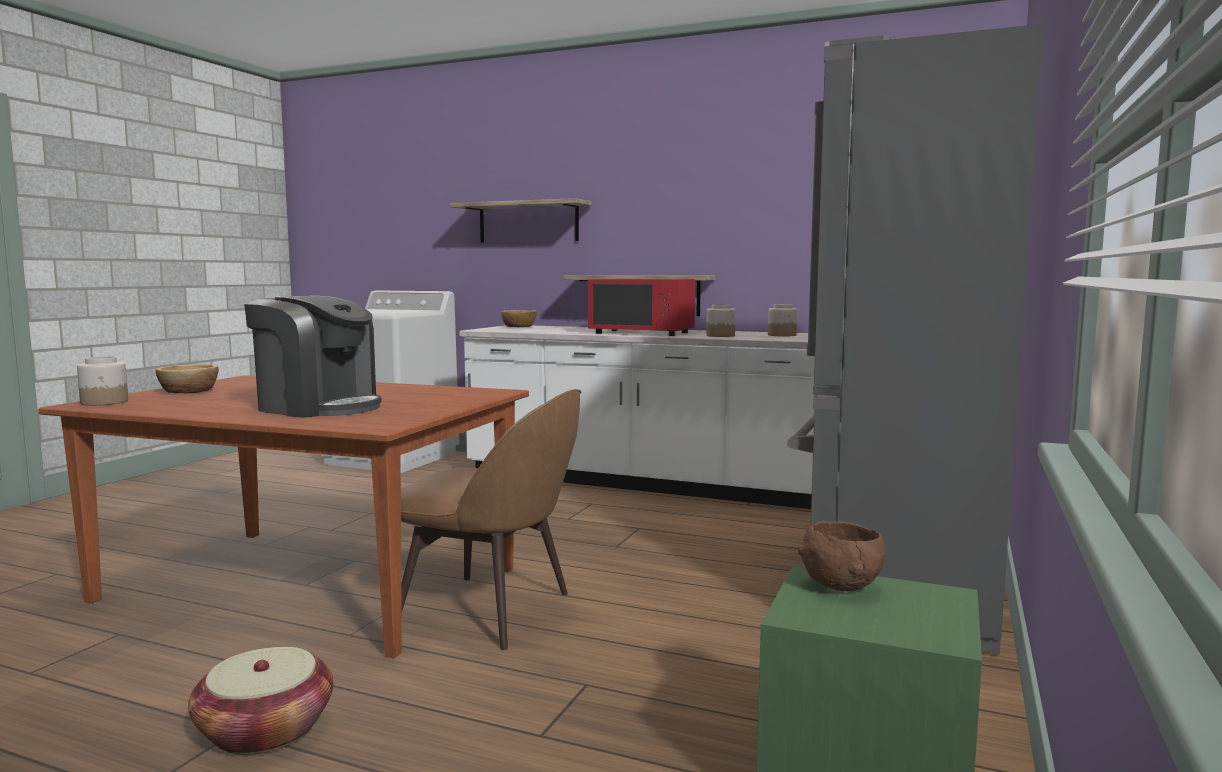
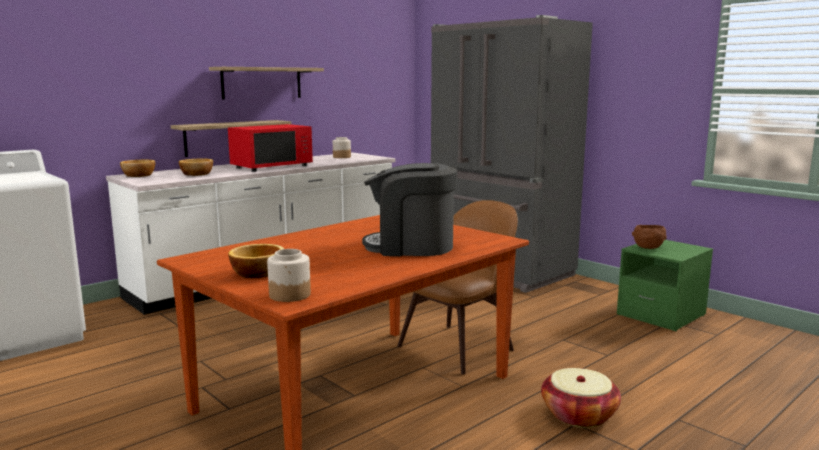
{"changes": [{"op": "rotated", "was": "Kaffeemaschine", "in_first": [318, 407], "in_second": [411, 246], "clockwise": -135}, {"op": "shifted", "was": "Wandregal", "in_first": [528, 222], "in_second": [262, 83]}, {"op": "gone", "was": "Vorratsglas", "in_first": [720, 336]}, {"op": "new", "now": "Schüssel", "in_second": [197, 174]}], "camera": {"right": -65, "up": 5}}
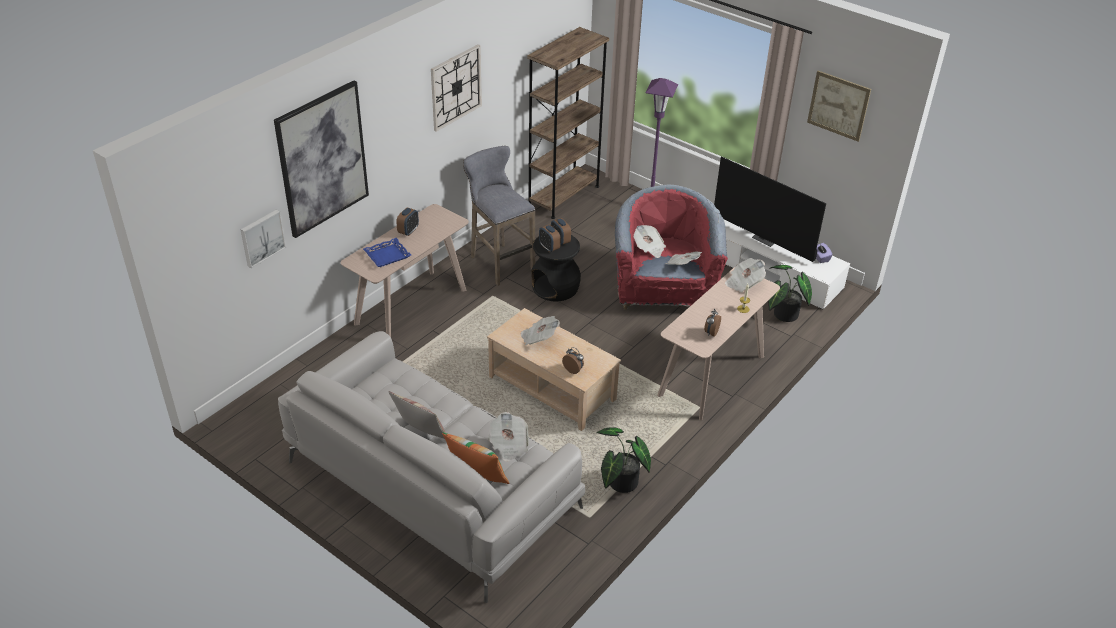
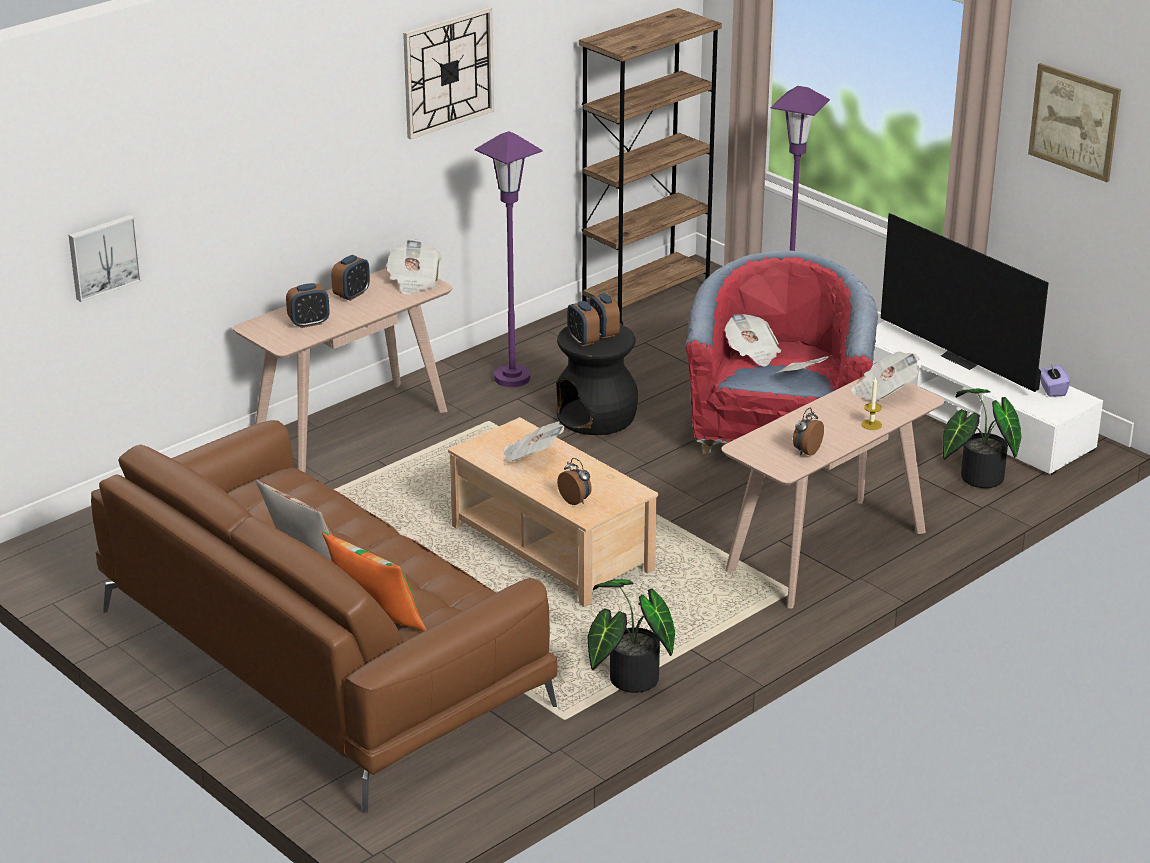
{"changes": [{"op": "gone", "was": "Bild", "in_first": [322, 159]}, {"op": "repainted", "was": "Sofa (grau)", "now": "Sofa (braun)", "in_first": [431, 484], "in_second": [319, 656]}, {"op": "swapped", "was": "Tablett (blau)", "now": "Wecker", "in_first": [387, 255], "in_second": [309, 323]}, {"op": "swapped", "was": "Hocker (grau)", "now": "Stehlampe (lila)", "in_first": [499, 262], "in_second": [512, 378]}, {"op": "shifted", "was": "Zeitung", "in_first": [509, 445], "in_second": [414, 282]}], "camera": {"right": 10, "up": -10}}
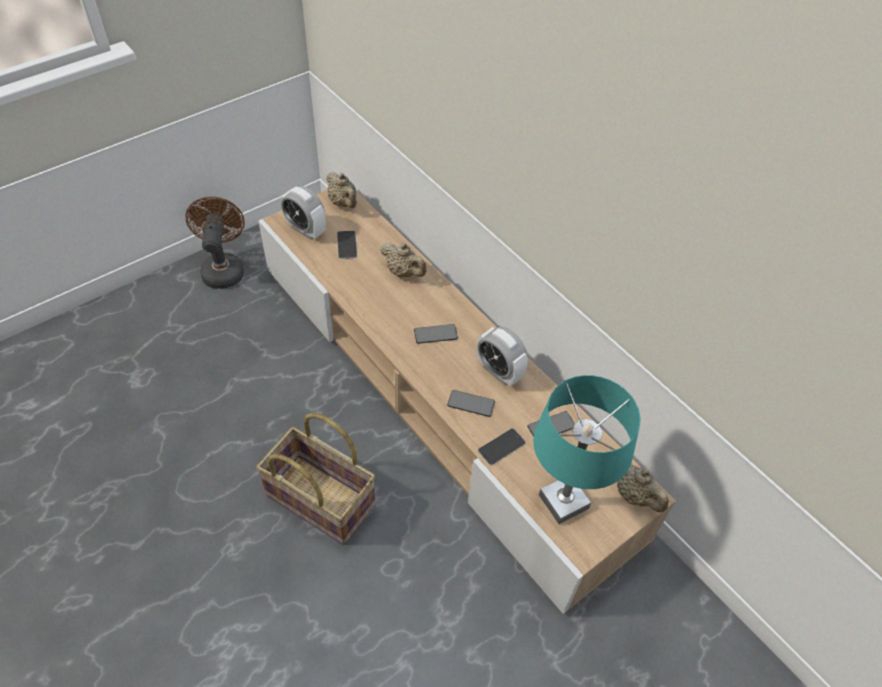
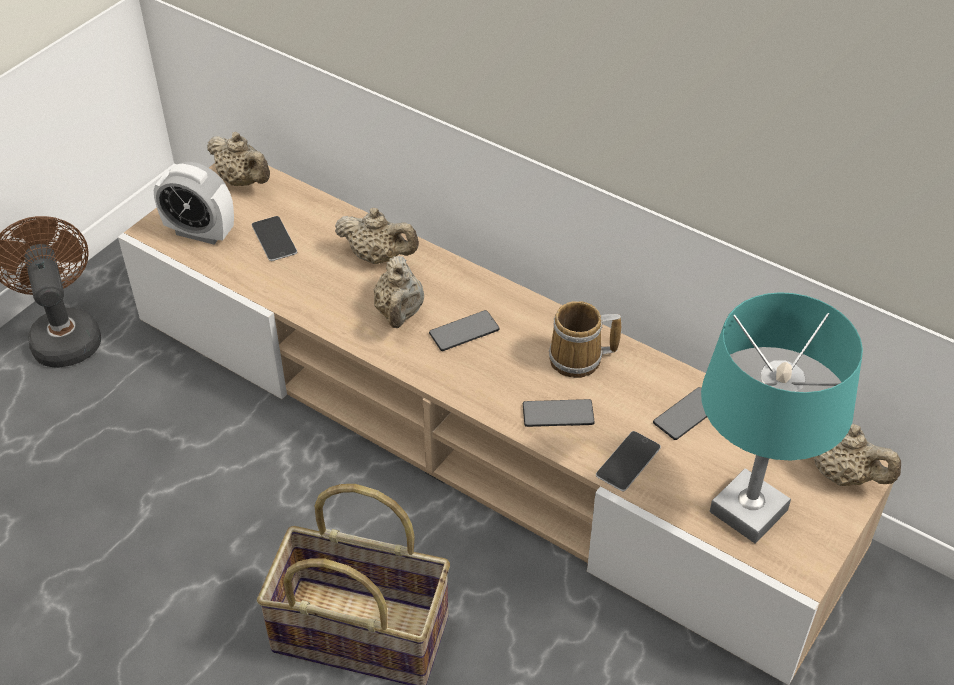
{"changes": [{"op": "swapped", "was": "Wecker", "now": "Henkelbecher", "in_first": [499, 372], "in_second": [579, 359]}, {"op": "new", "now": "Teekanne (beige)", "in_second": [399, 313]}], "camera": {"right": -15, "up": -5}}
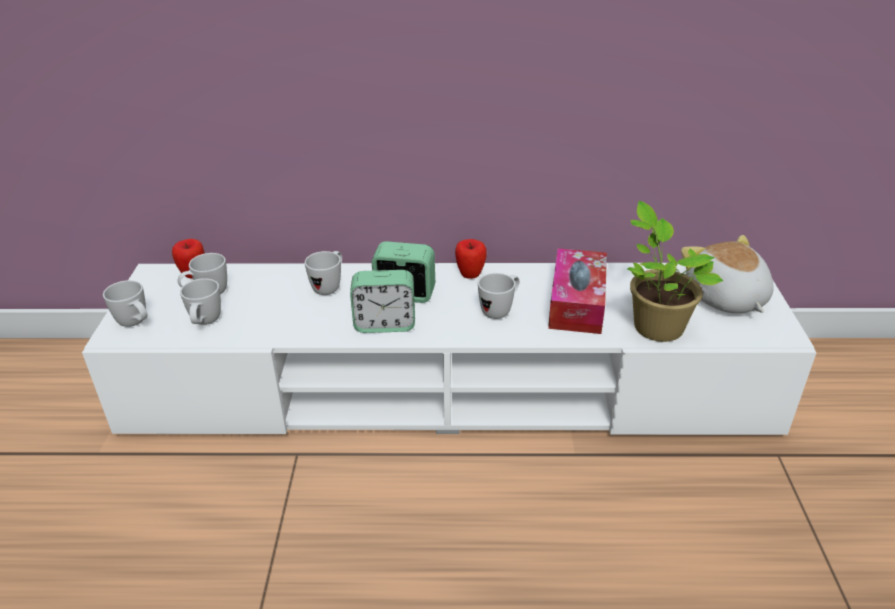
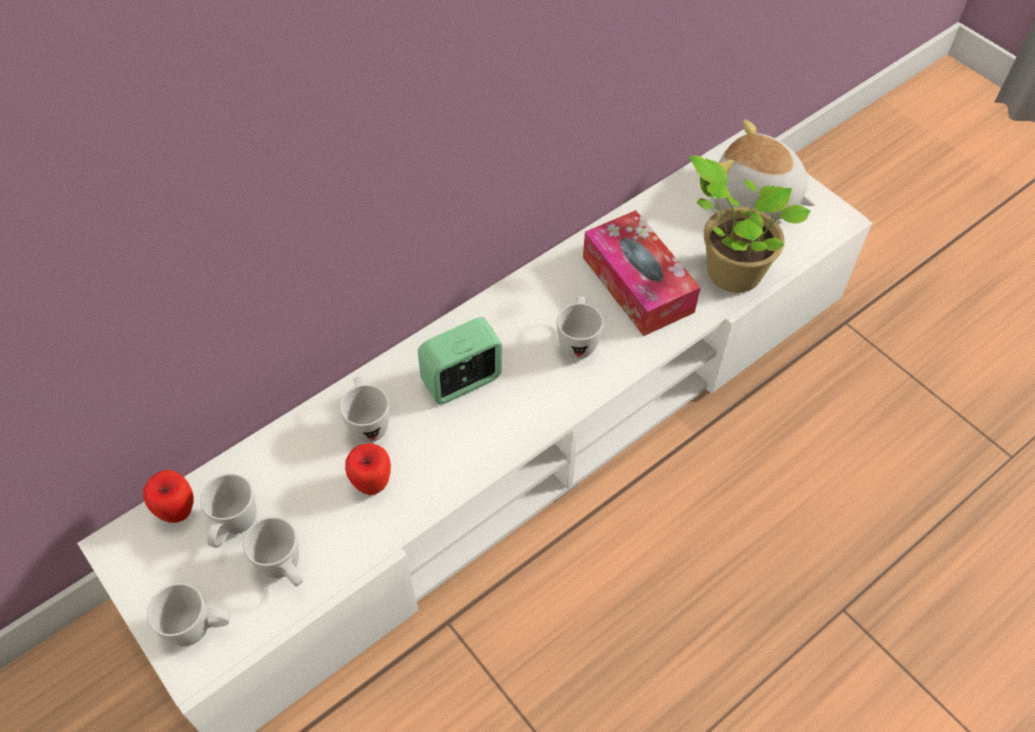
{"changes": [{"op": "gone", "was": "Wecker", "in_first": [385, 324]}, {"op": "shifted", "was": "Apfel", "in_first": [470, 274], "in_second": [372, 484]}], "camera": {"right": -40, "up": 20}}
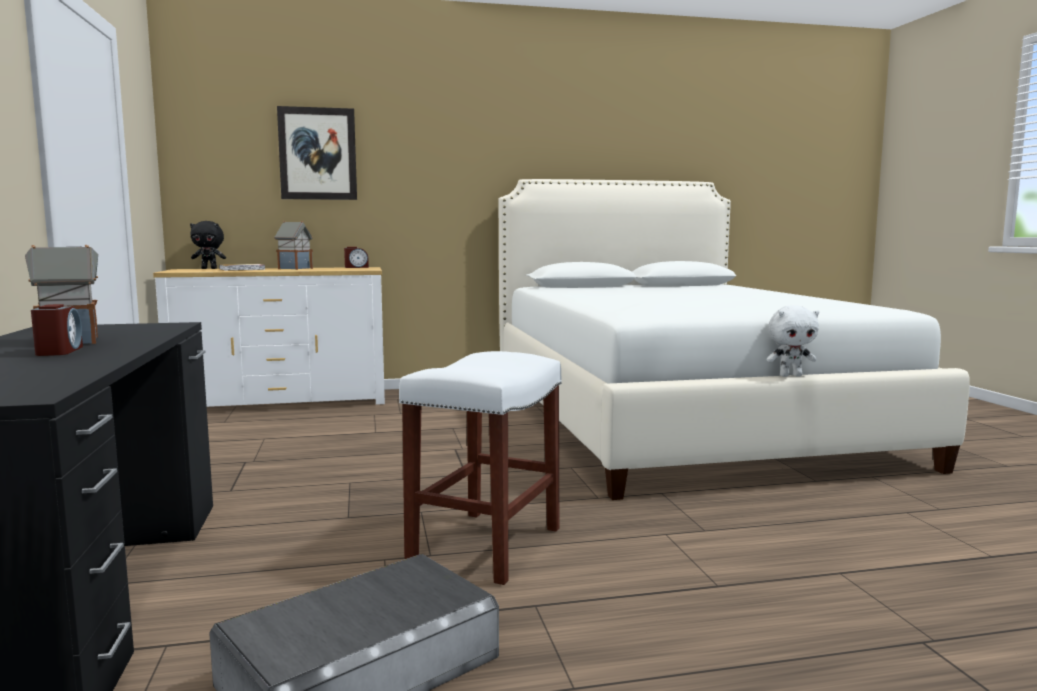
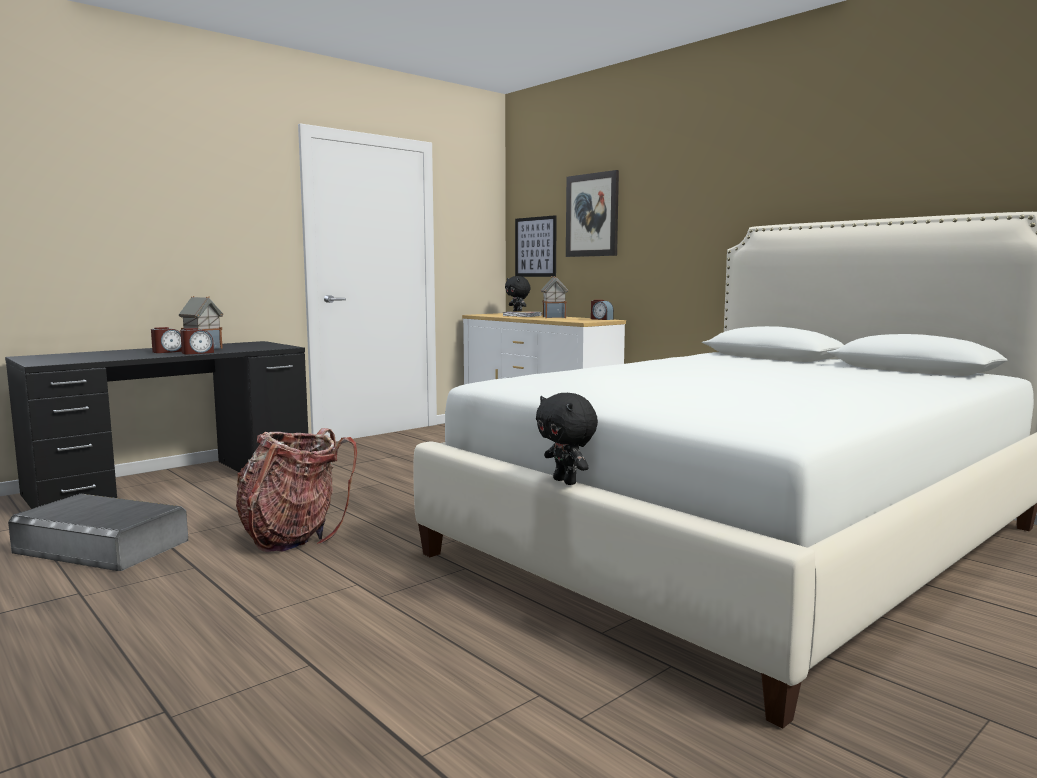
{"changes": [{"op": "swapped", "was": "Hocker (weiß)", "now": "Rucksack", "in_first": [486, 544], "in_second": [292, 536]}, {"op": "repainted", "was": "Plüschtier (weiß)", "now": "Plüschtier (schwarz)", "in_first": [790, 375], "in_second": [566, 482]}, {"op": "new", "now": "Wecker", "in_second": [197, 353]}, {"op": "new", "now": "Bild", "in_second": [535, 247]}], "camera": {"right": 60, "up": 0}}
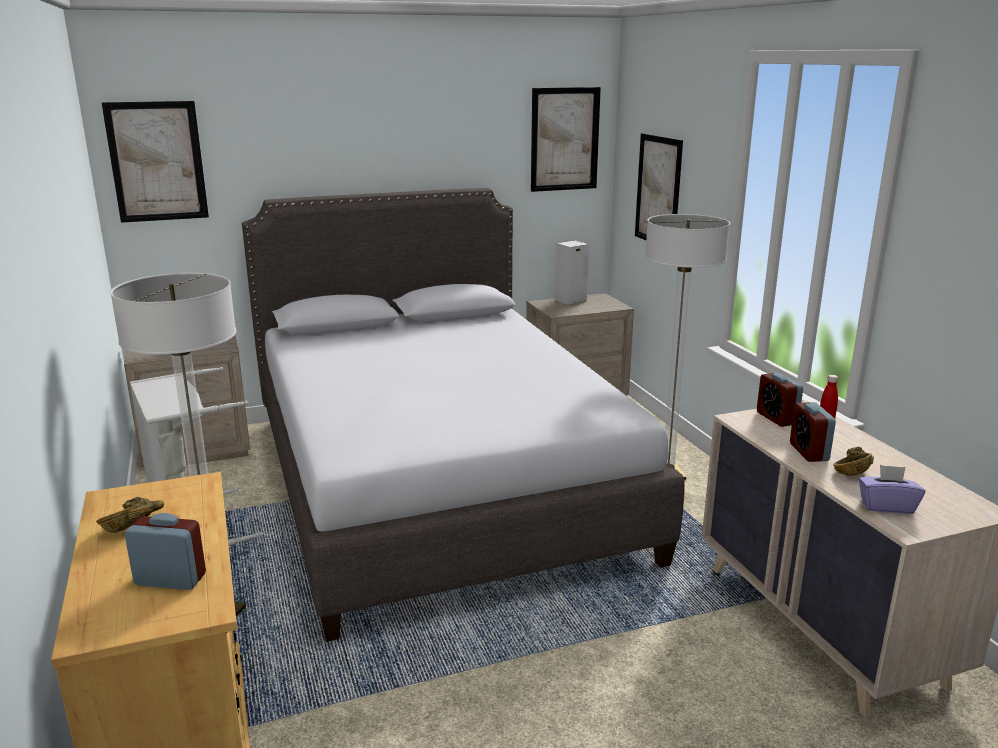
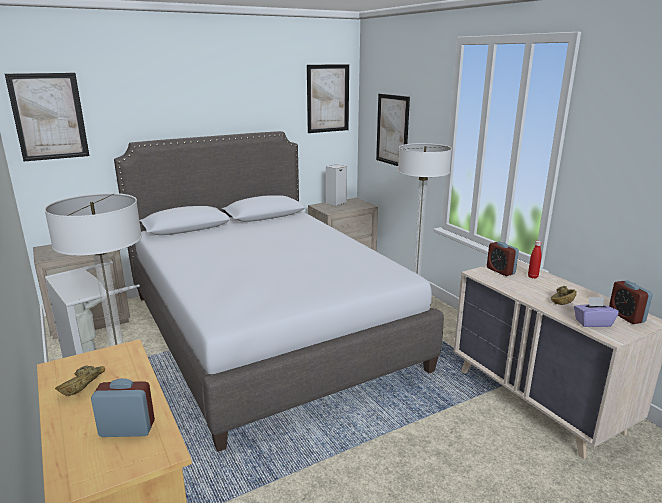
{"changes": [{"op": "shifted", "was": "Wecker", "in_first": [808, 452], "in_second": [626, 316]}], "camera": {"right": -10, "up": 0}}
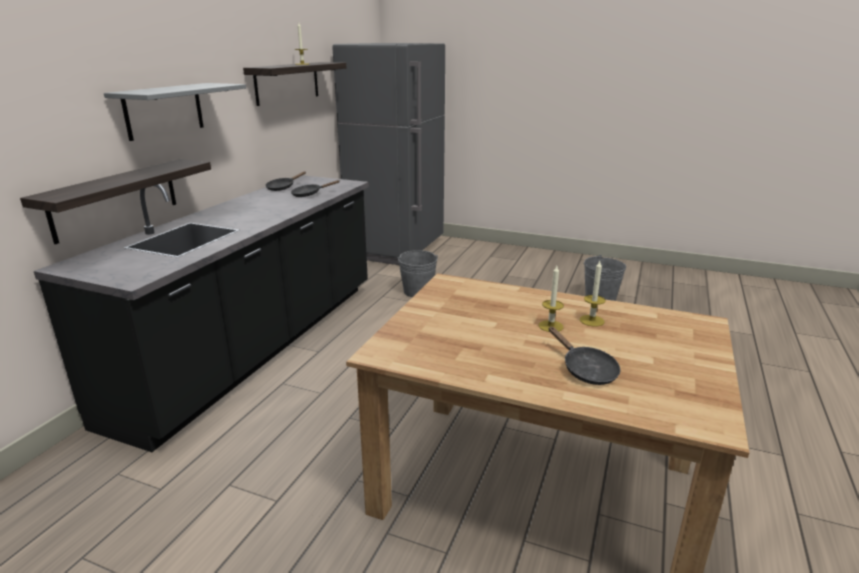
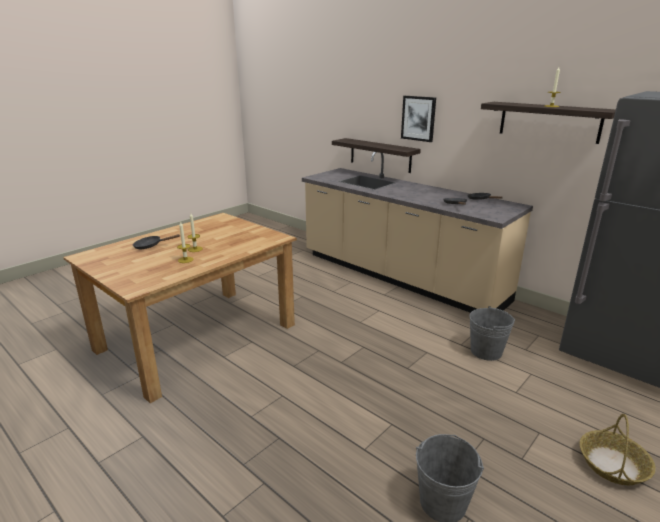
{"changes": [{"op": "repainted", "was": "Küchenzeile (schwarz)", "now": "Küchenzeile (beige)", "in_first": [258, 347], "in_second": [399, 277]}, {"op": "swapped", "was": "Wandregal (grau)", "now": "Bild", "in_first": [164, 110], "in_second": [418, 118]}, {"op": "new", "now": "Korb", "in_second": [613, 465]}], "camera": {"right": 110, "up": 0}}
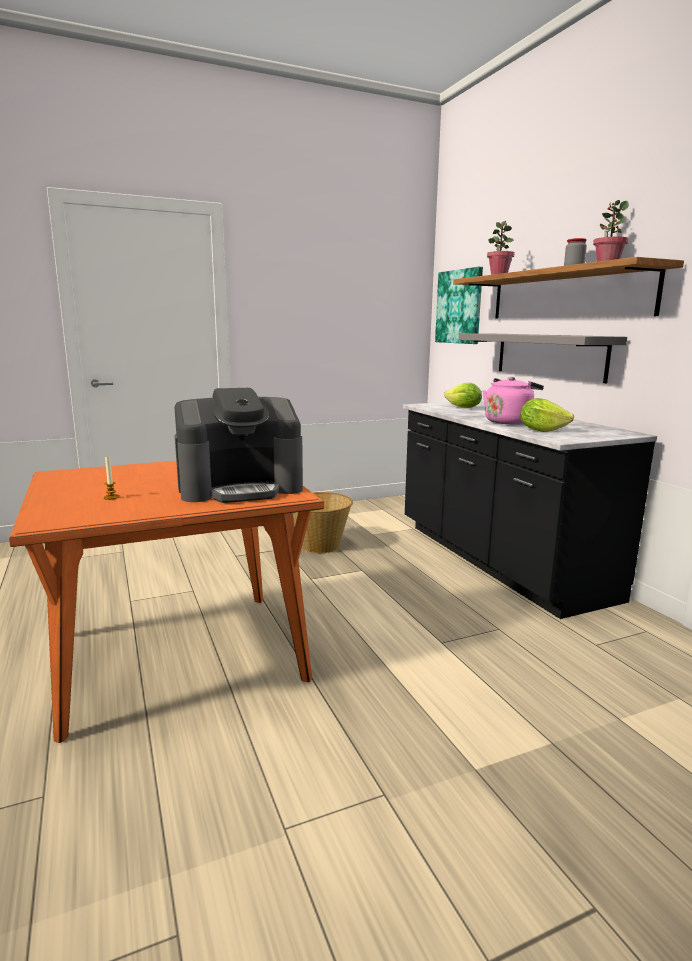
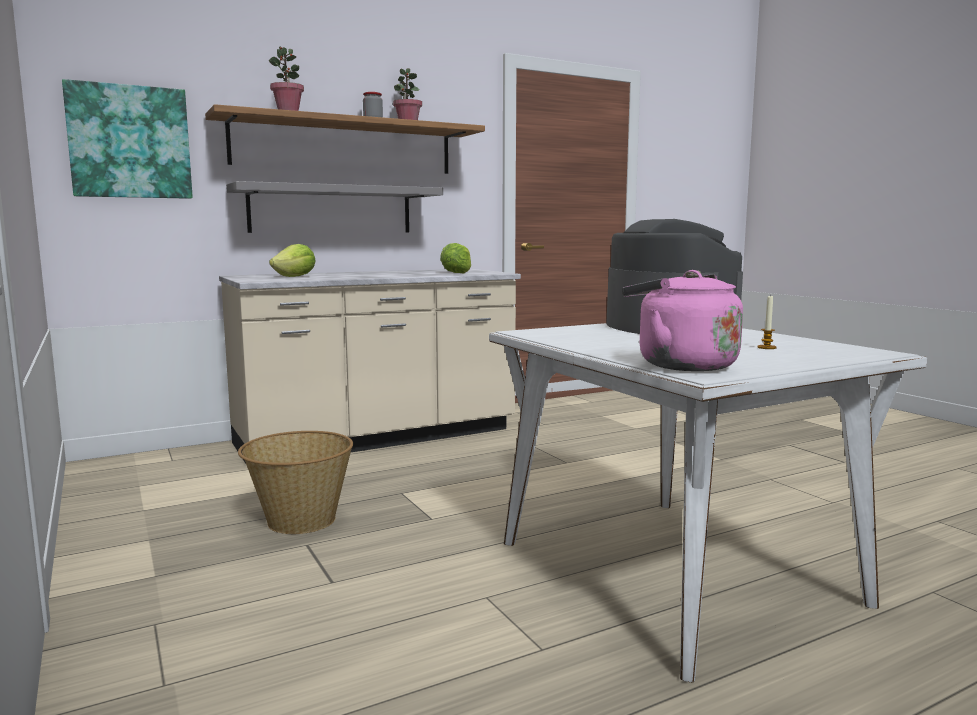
{"changes": [{"op": "repainted", "was": "Esstisch (orange)", "now": "Esstisch (weiß)", "in_first": [181, 656], "in_second": [672, 571]}, {"op": "repainted", "was": "Küchenzeile (schwarz)", "now": "Küchenzeile (beige)", "in_first": [497, 561], "in_second": [377, 438]}, {"op": "shifted", "was": "Wasserkessel (rosa)", "in_first": [509, 421], "in_second": [680, 365]}], "camera": {"right": -95, "up": -5}}
